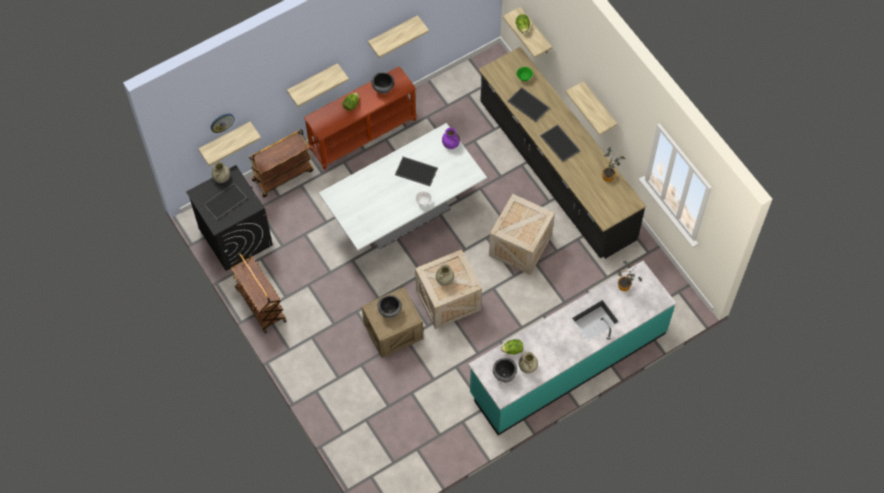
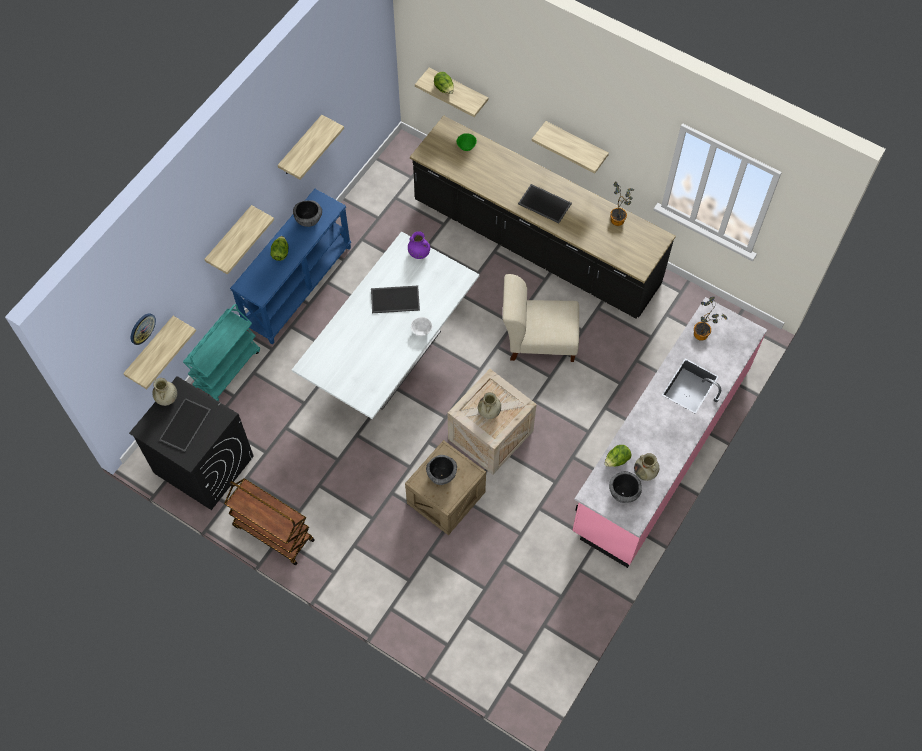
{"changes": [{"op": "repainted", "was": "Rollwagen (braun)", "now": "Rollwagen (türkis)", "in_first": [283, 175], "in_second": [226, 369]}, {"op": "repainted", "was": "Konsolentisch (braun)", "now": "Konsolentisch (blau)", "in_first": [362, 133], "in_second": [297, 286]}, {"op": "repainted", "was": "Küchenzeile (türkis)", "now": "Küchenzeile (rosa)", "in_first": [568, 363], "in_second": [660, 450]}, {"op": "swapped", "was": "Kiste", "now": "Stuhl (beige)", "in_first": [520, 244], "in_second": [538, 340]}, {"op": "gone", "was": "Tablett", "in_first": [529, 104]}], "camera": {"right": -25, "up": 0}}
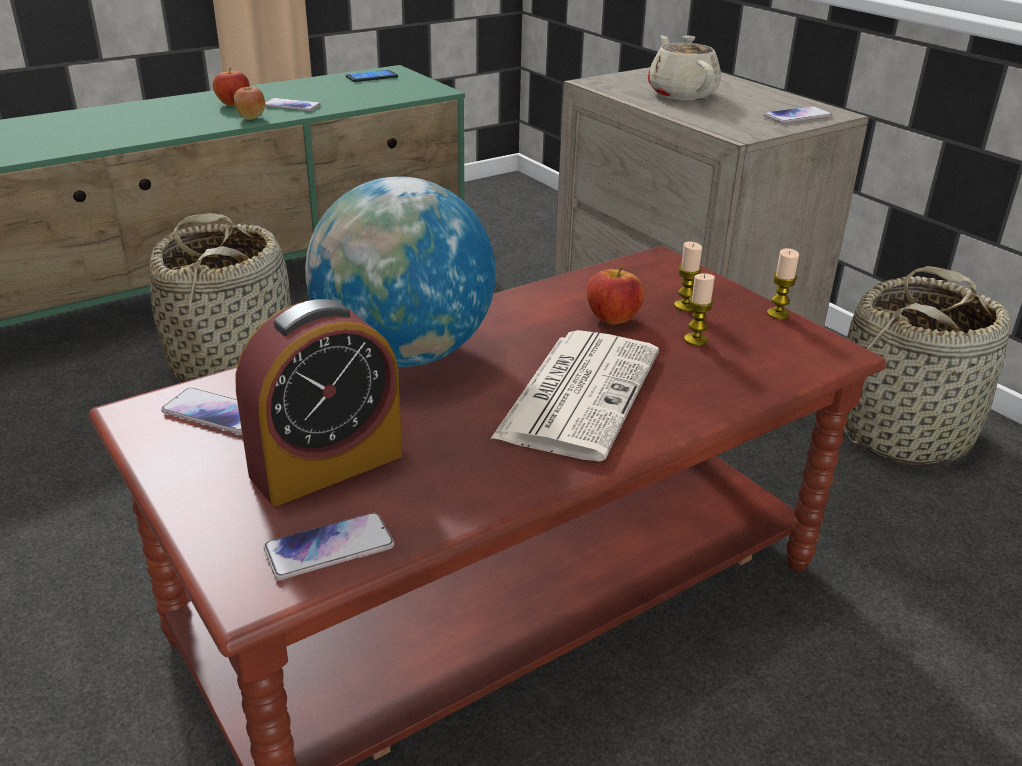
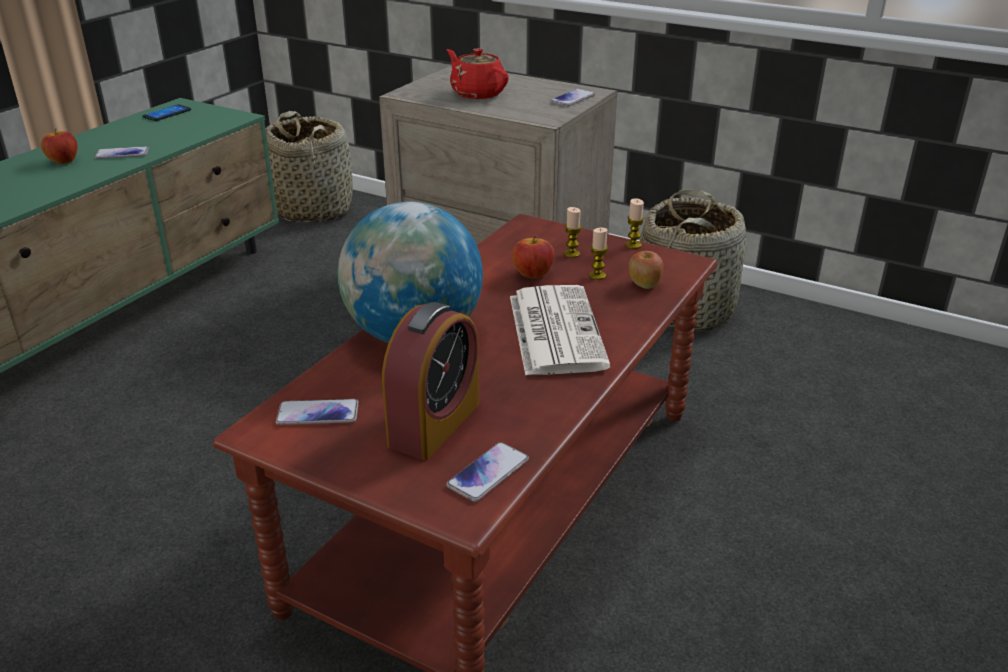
{"changes": [{"op": "shifted", "was": "Korb", "in_first": [234, 365], "in_second": [312, 209]}, {"op": "shifted", "was": "Apfel", "in_first": [251, 118], "in_second": [644, 285]}, {"op": "repainted", "was": "Teekanne (beige)", "now": "Teekanne (rot)", "in_first": [681, 94], "in_second": [477, 93]}], "camera": {"right": -25, "up": 0}}
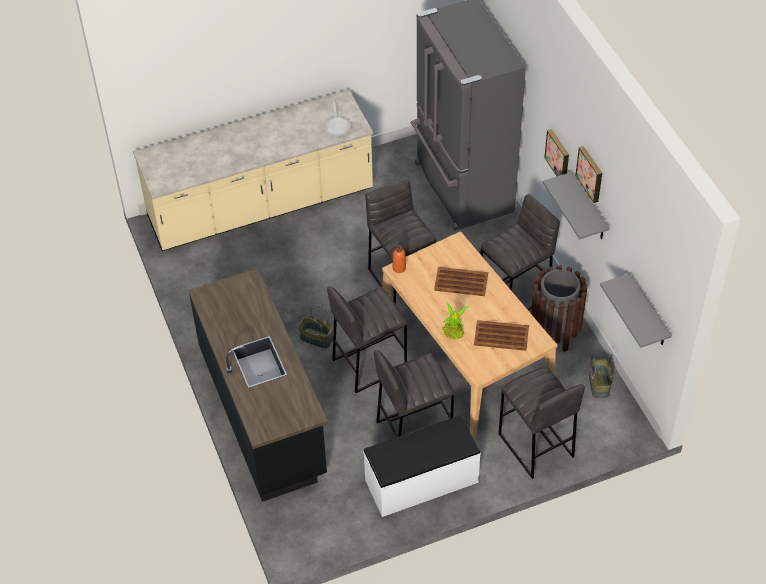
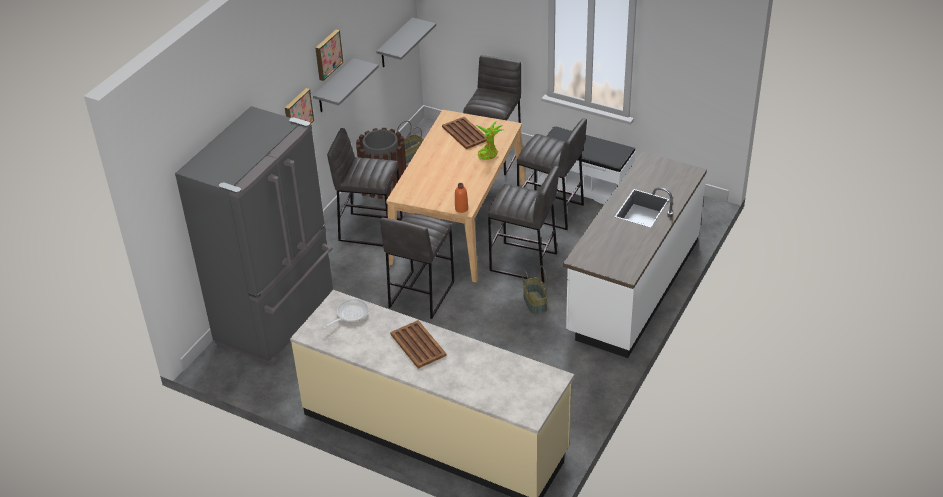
{"changes": [{"op": "repainted", "was": "Küchenzeile (schwarz)", "now": "Küchenzeile (weiß)", "in_first": [263, 412], "in_second": [632, 287]}, {"op": "shifted", "was": "Tablett (braun)", "in_first": [461, 282], "in_second": [418, 344]}], "camera": {"right": -130, "up": -10}}
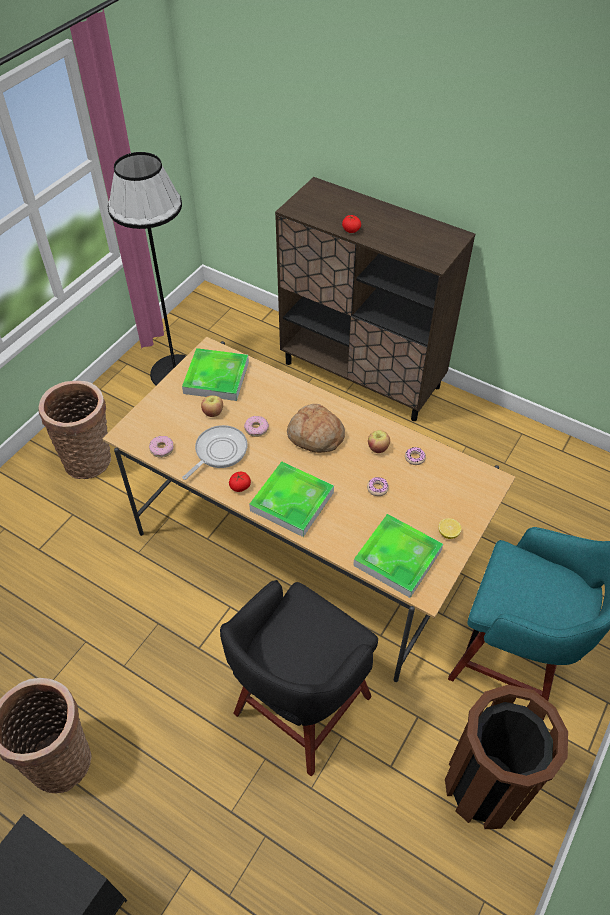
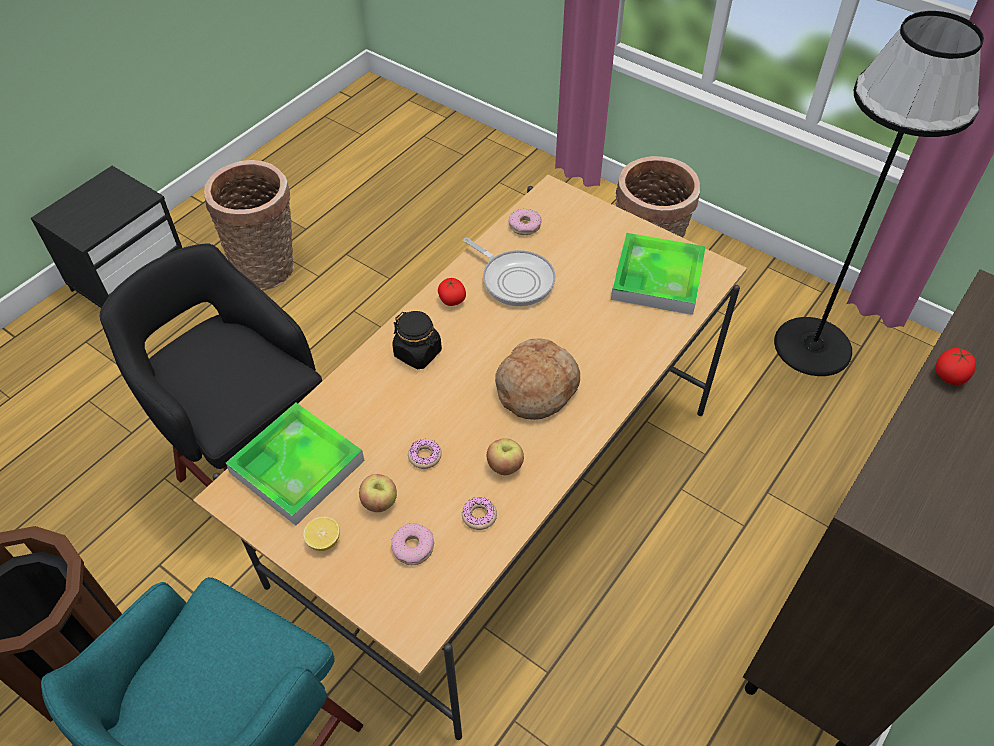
{"changes": [{"op": "shifted", "was": "Apfel", "in_first": [213, 412], "in_second": [379, 502]}, {"op": "shifted", "was": "Donut", "in_first": [256, 429], "in_second": [413, 547]}, {"op": "swapped", "was": "Tablett", "now": "Vorratsglas (schwarz)", "in_first": [292, 501], "in_second": [418, 353]}], "camera": {"right": 95, "up": 0}}
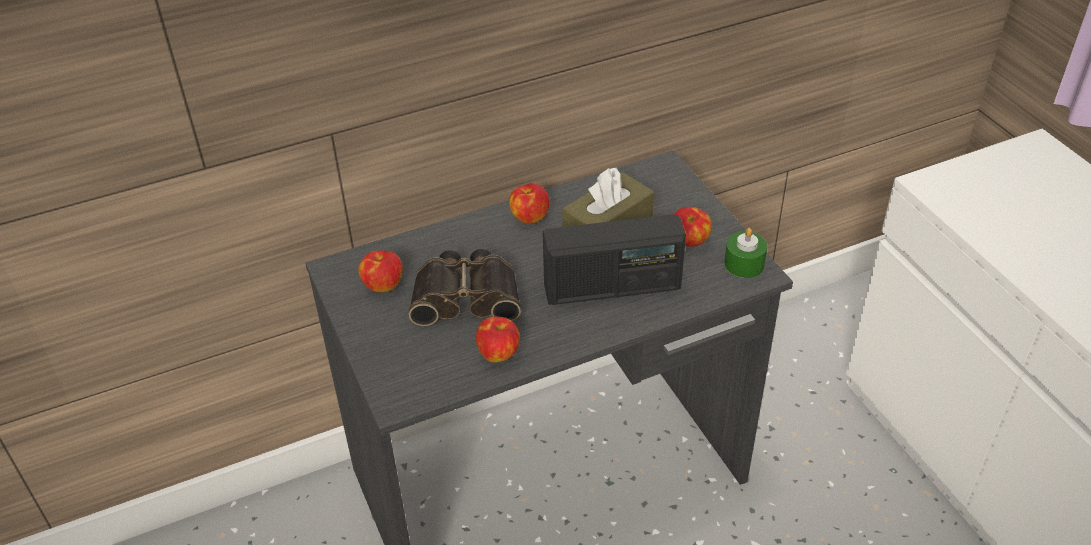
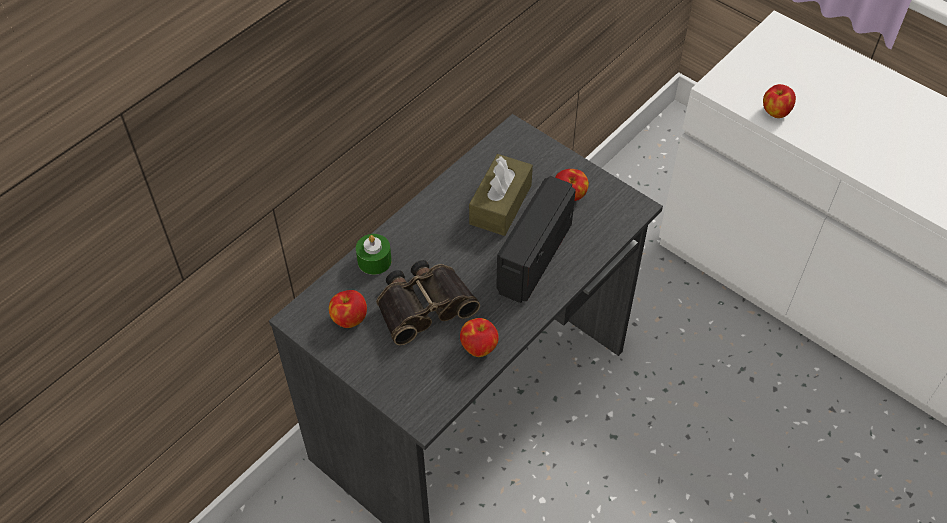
{"changes": [{"op": "shifted", "was": "Apfel", "in_first": [529, 217], "in_second": [775, 112]}, {"op": "rotated", "was": "Radio", "in_first": [612, 287], "in_second": [533, 257], "clockwise": 150}, {"op": "shifted", "was": "Kerze (grün)", "in_first": [744, 264], "in_second": [374, 261]}], "camera": {"right": -25, "up": 10}}
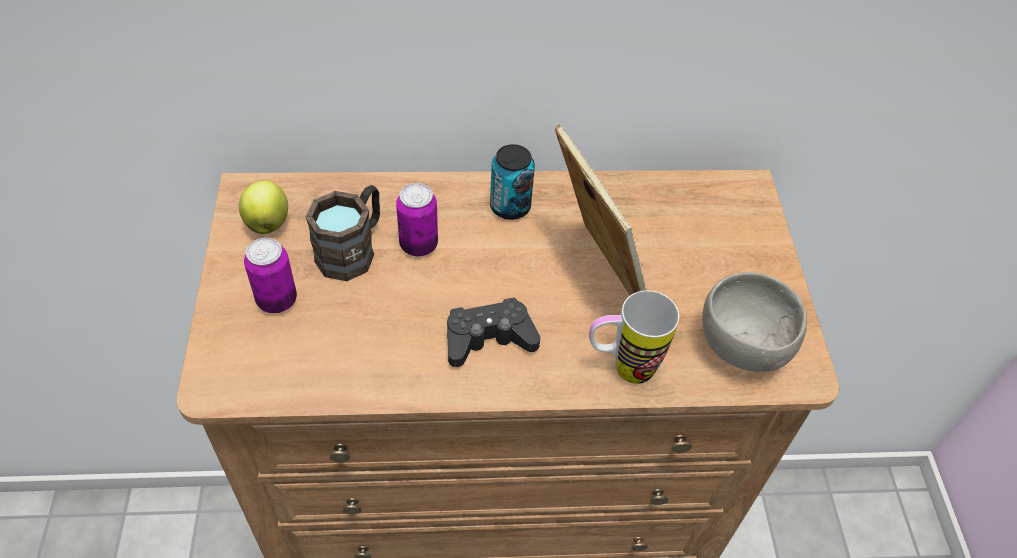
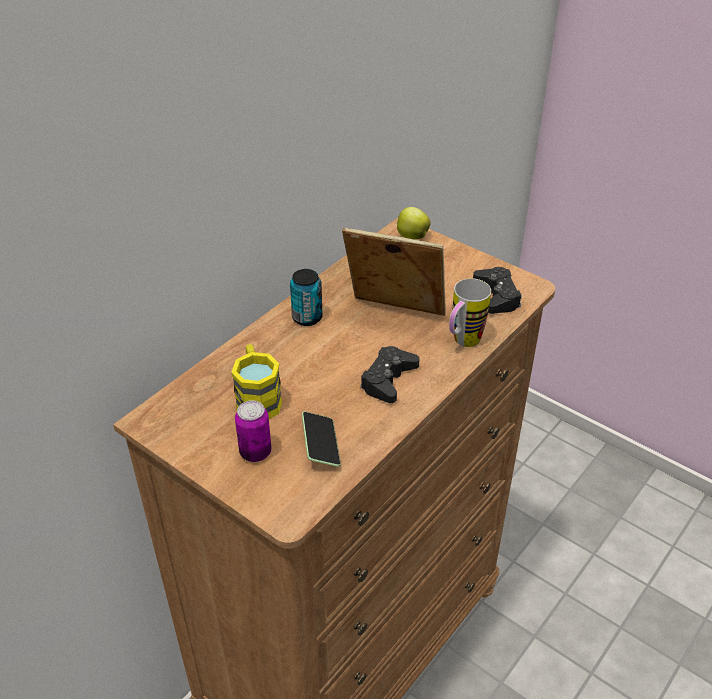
{"changes": [{"op": "shifted", "was": "Apfel", "in_first": [267, 223], "in_second": [411, 236]}, {"op": "repainted", "was": "Henkelbecher (braun)", "now": "Henkelbecher (gelb)", "in_first": [353, 249], "in_second": [257, 398]}, {"op": "gone", "was": "Dose", "in_first": [418, 245]}, {"op": "swapped", "was": "Schüssel (grau)", "now": "Gamepad (schwarz)", "in_first": [742, 349], "in_second": [497, 296]}, {"op": "new", "now": "Handy", "in_second": [321, 445]}], "camera": {"right": -45, "up": -10}}
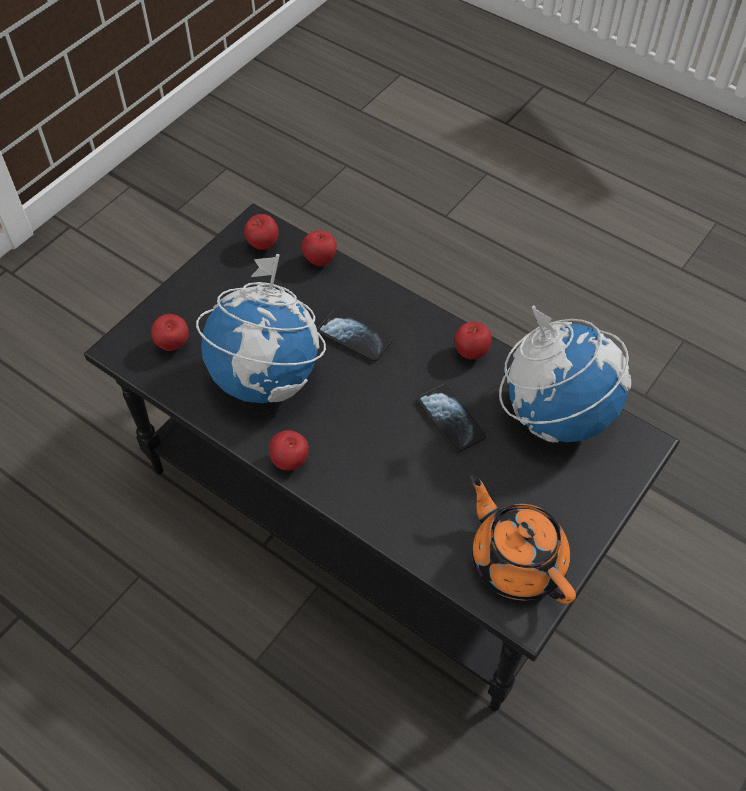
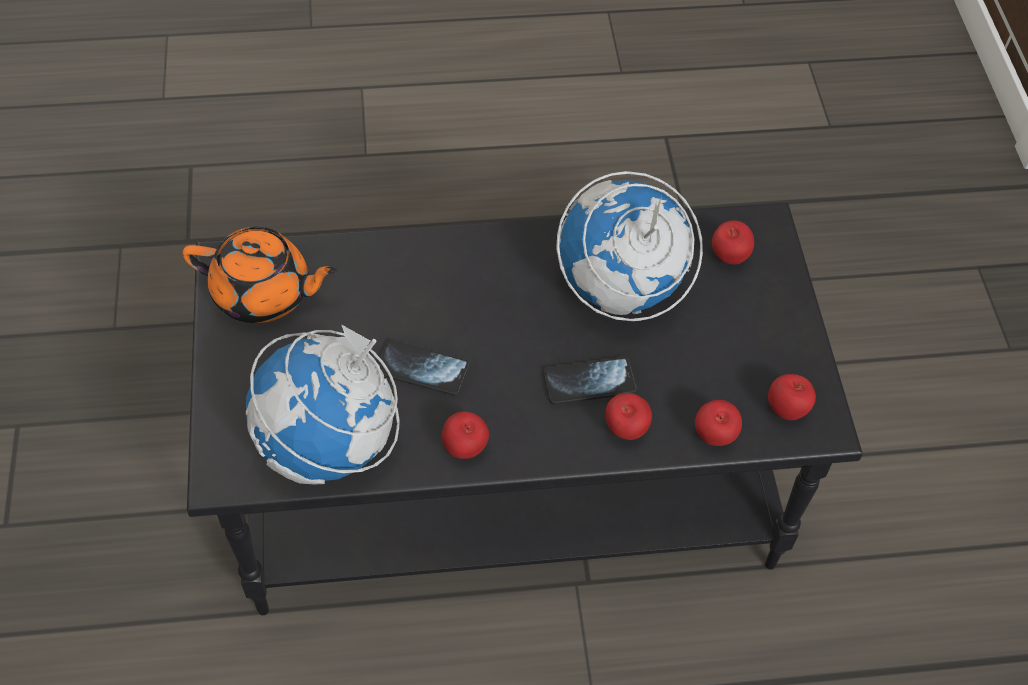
{"changes": [{"op": "shifted", "was": "Apfel", "in_first": [290, 462], "in_second": [625, 430]}], "camera": {"right": 135, "up": 0}}
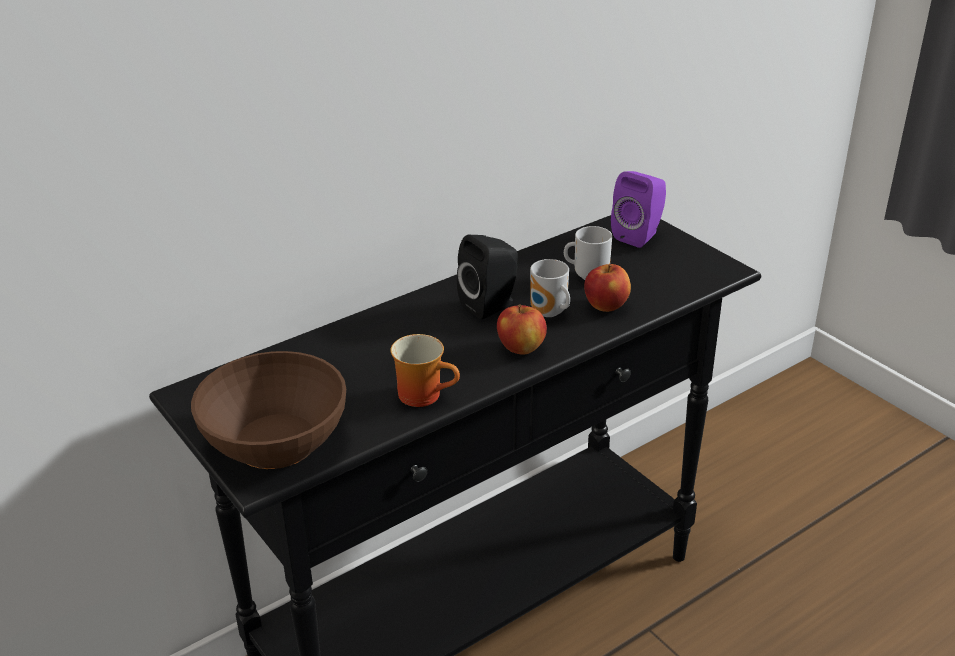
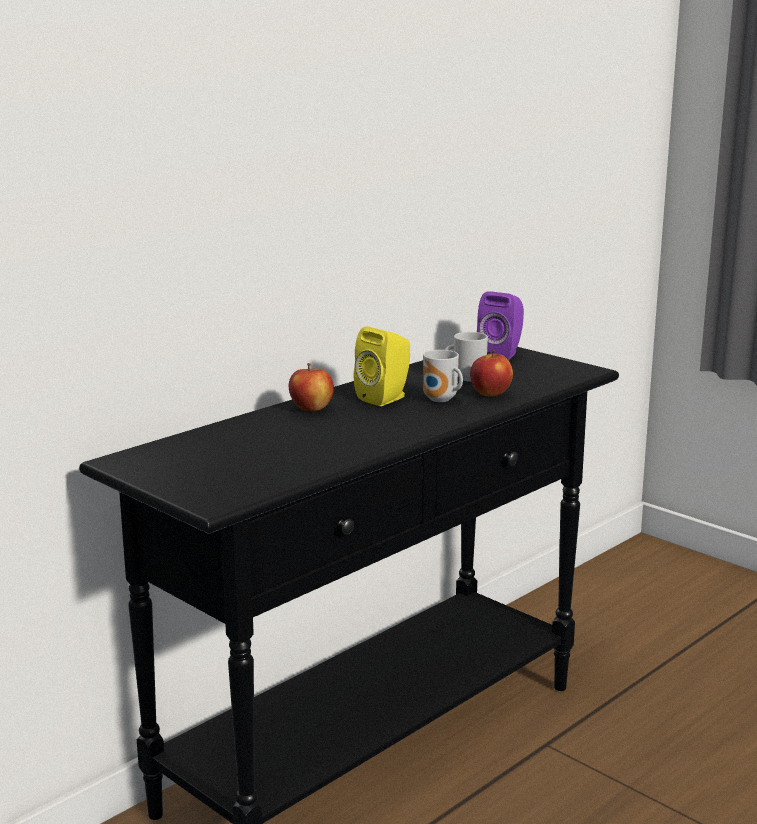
{"changes": [{"op": "gone", "was": "Schüssel (braun)", "in_first": [277, 442]}, {"op": "gone", "was": "Henkelbecher", "in_first": [425, 394]}, {"op": "repainted", "was": "Lautsprecher (schwarz)", "now": "Lautsprecher (gelb)", "in_first": [491, 305], "in_second": [386, 398]}, {"op": "shifted", "was": "Apfel", "in_first": [521, 348], "in_second": [311, 408]}], "camera": {"right": -10, "up": -15}}
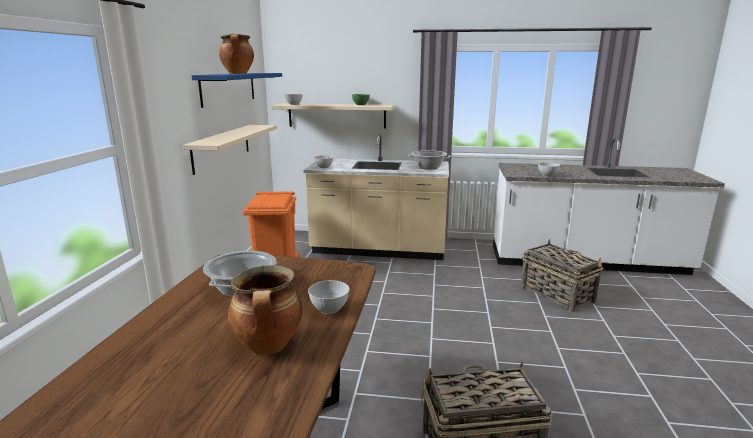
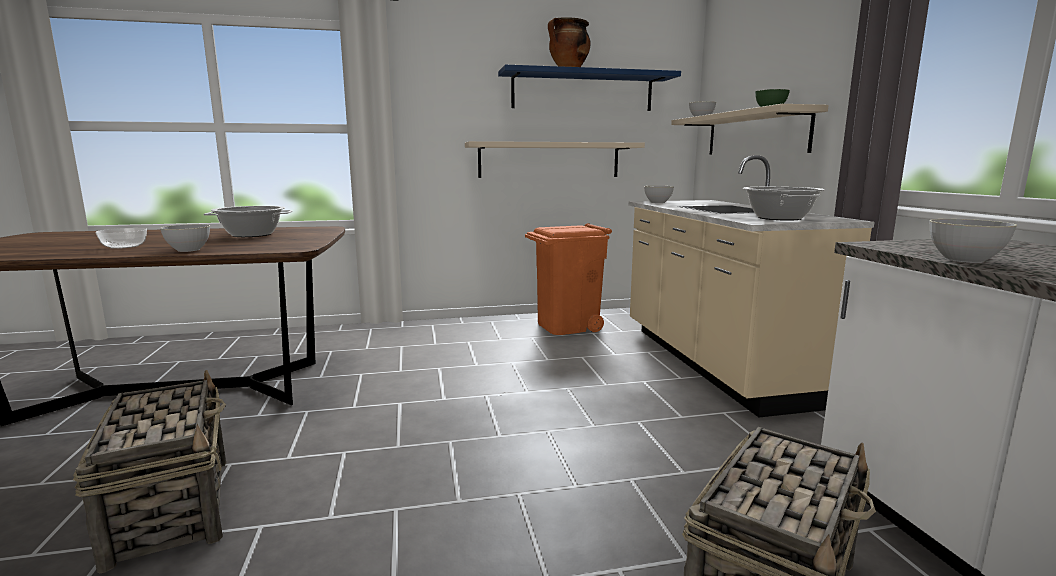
{"changes": [{"op": "swapped", "was": "Kochtopf", "now": "Schüssel", "in_first": [269, 347], "in_second": [123, 246]}], "camera": {"right": 70, "up": -5}}
